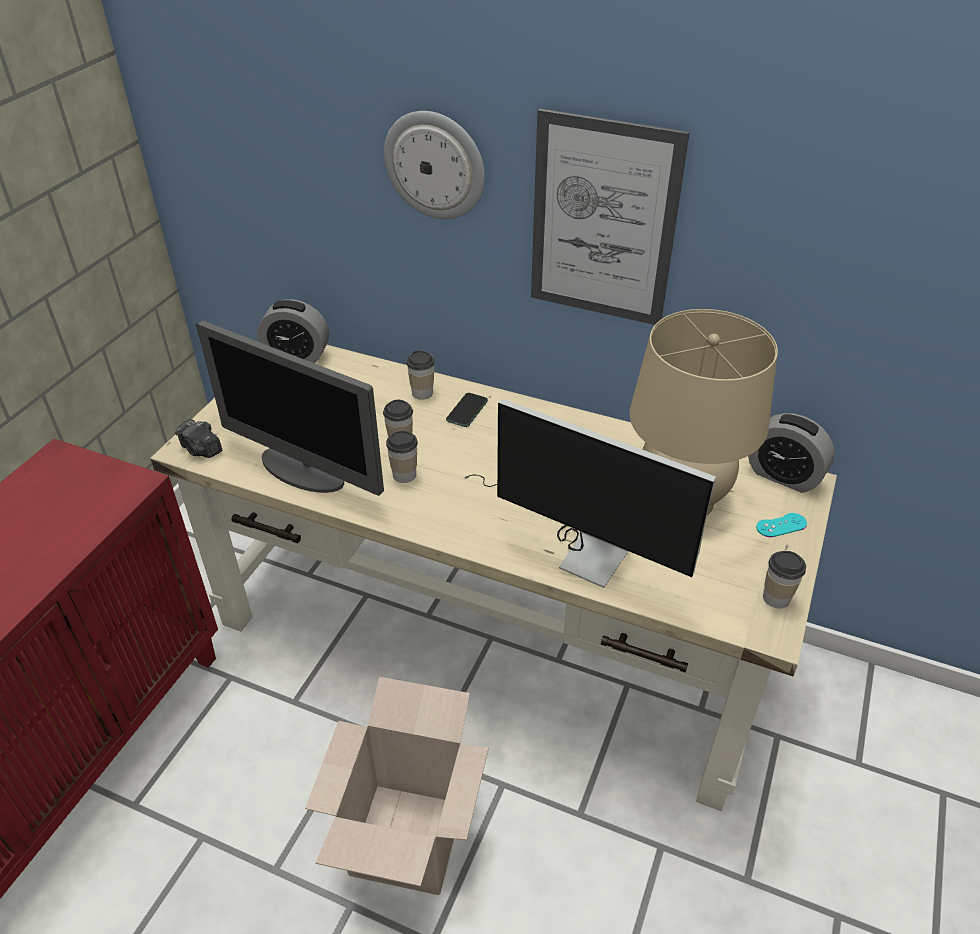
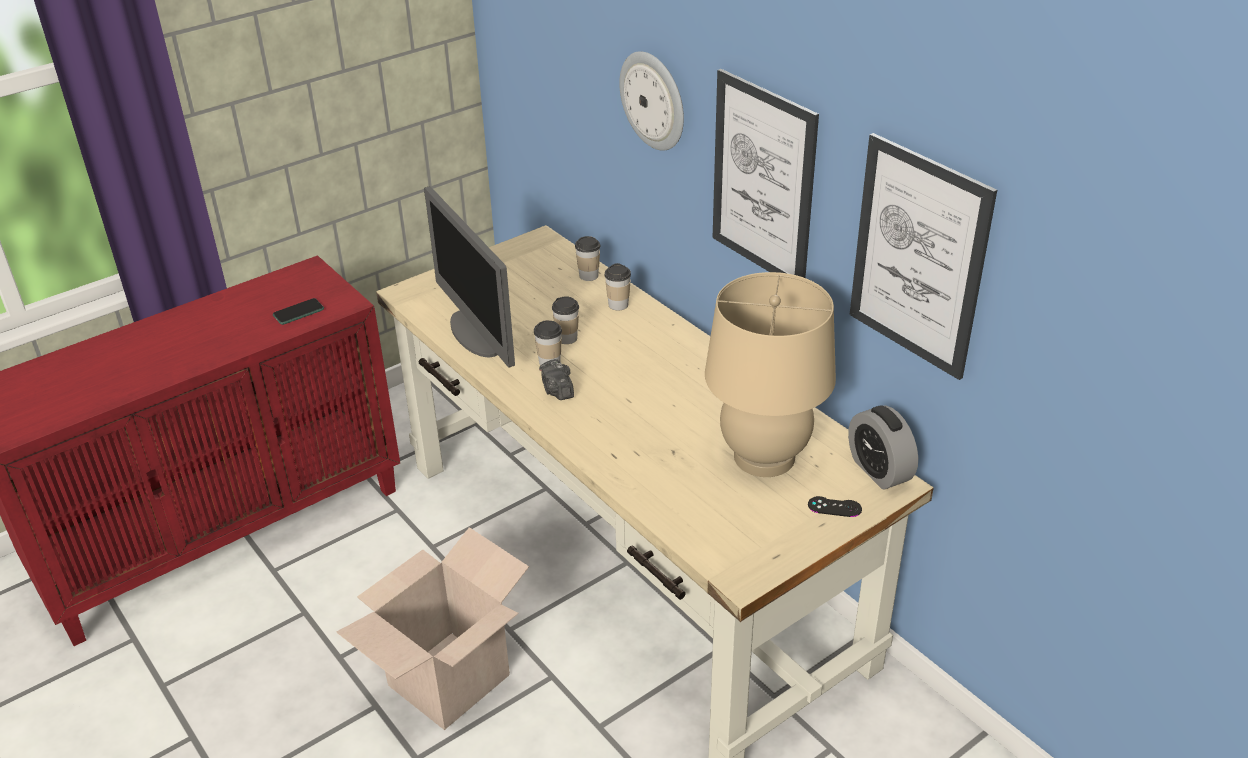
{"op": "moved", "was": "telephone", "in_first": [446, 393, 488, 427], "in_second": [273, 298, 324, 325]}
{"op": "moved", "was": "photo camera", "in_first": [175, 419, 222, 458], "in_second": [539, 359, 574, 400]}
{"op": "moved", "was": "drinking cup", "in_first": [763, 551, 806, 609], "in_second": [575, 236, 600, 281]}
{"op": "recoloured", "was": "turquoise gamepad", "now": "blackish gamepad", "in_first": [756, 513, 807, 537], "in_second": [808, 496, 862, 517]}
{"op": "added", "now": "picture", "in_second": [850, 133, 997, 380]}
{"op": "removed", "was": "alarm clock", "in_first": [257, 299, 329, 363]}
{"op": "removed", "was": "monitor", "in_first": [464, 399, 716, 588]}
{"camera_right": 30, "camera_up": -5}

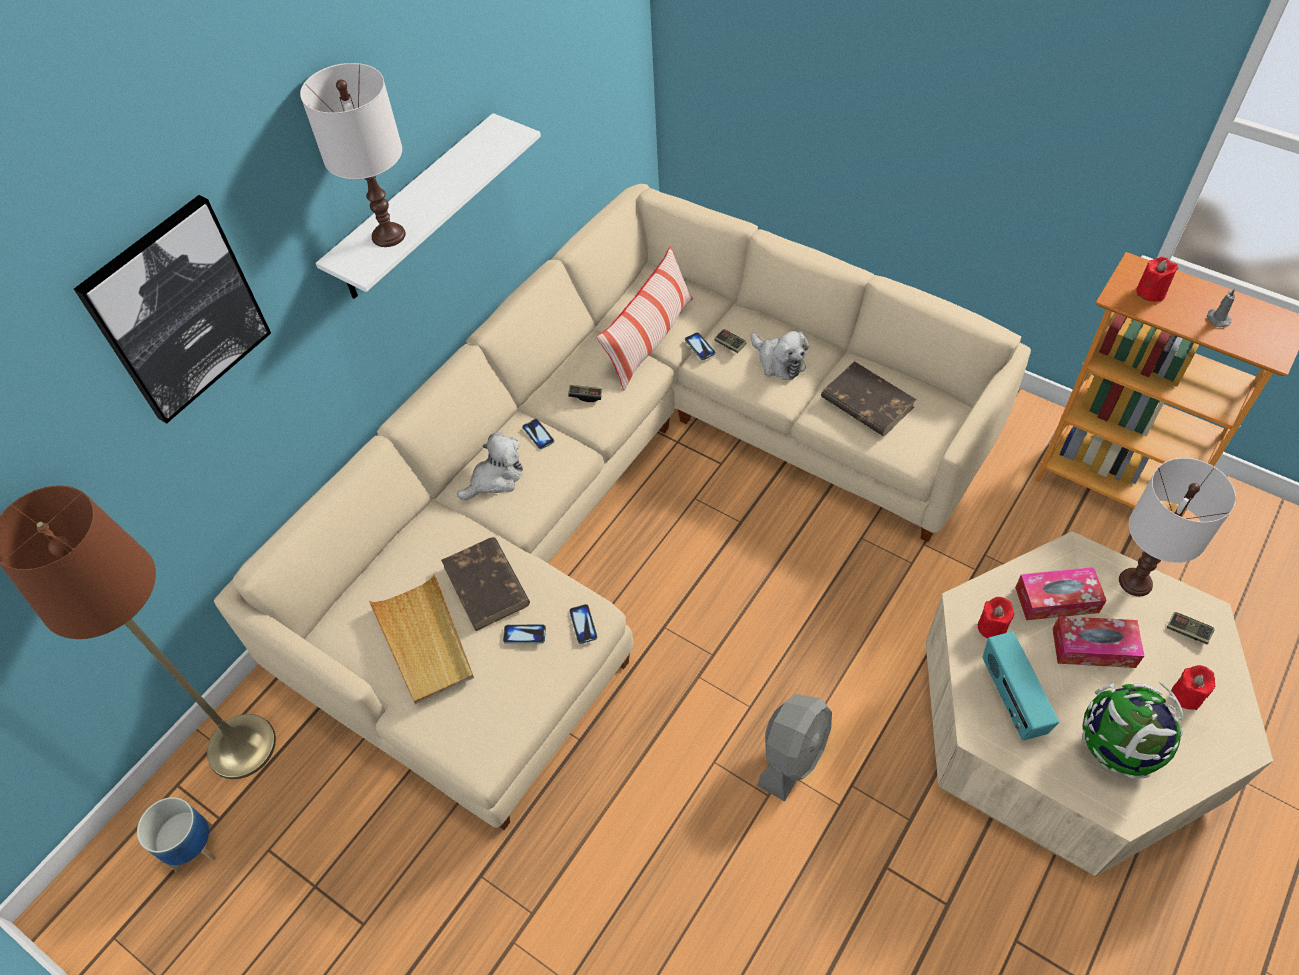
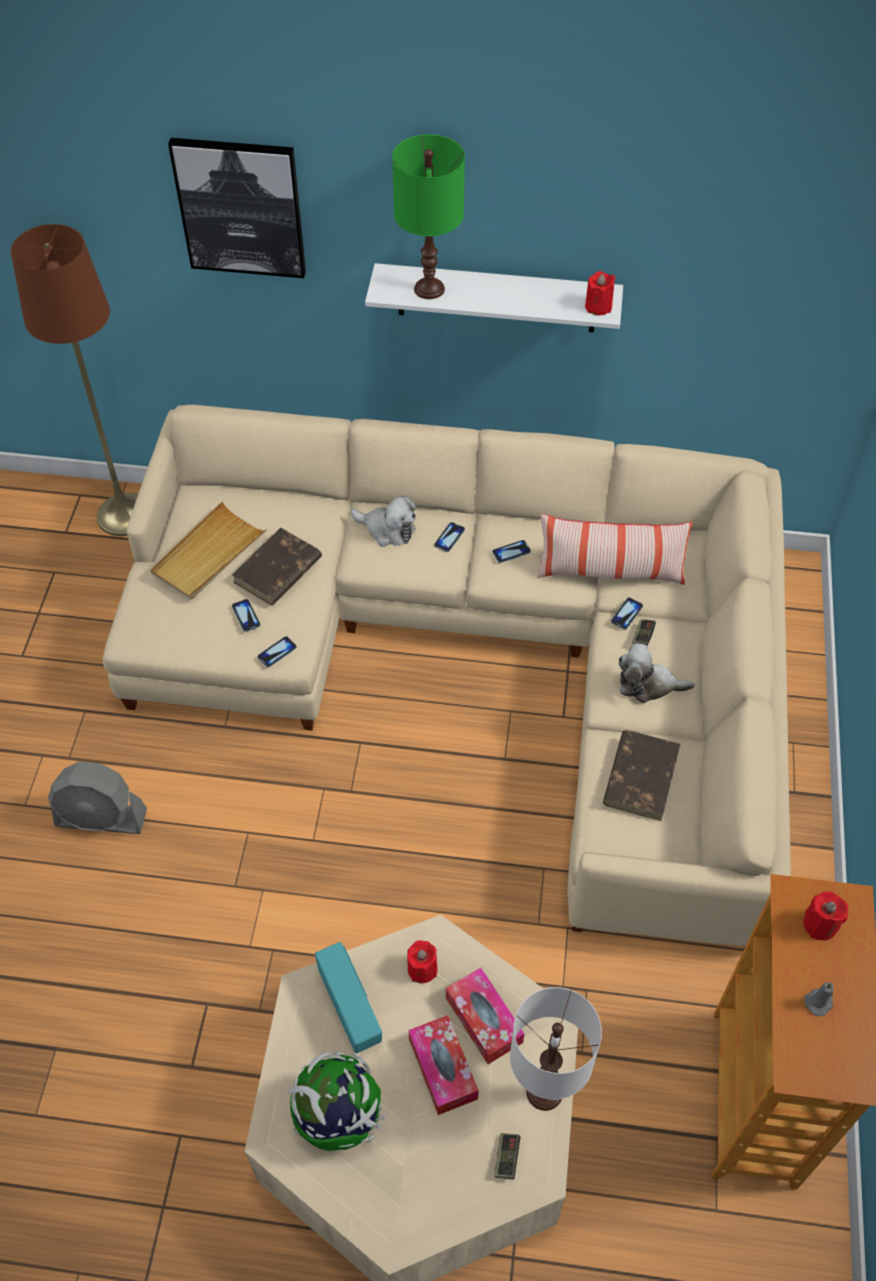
{"op": "moved", "was": "greyish cooling fan", "in_first": [757, 694, 832, 801], "in_second": [48, 761, 147, 834]}
{"op": "turned", "was": "radio", "in_first": [983, 632, 1059, 740], "in_second": [315, 942, 382, 1053], "clockwise": 105}
{"op": "recoloured", "was": "whitish tabletop lamp", "now": "green tabletop lamp", "in_first": [300, 63, 406, 247], "in_second": [392, 134, 465, 299]}
{"op": "replaced", "was": "gamepad", "now": "telephone", "in_first": [568, 385, 602, 402], "in_second": [493, 540, 531, 563]}
{"op": "moved", "was": "red candle", "in_first": [1171, 665, 1215, 710], "in_second": [585, 271, 615, 315]}
{"op": "turned", "was": "cuddly toy", "in_first": [750, 331, 809, 380], "in_second": [618, 644, 695, 703], "clockwise": 75}
{"op": "removed", "was": "planter", "in_first": [137, 797, 217, 873]}
{"camera_right": 60, "camera_up": 0}

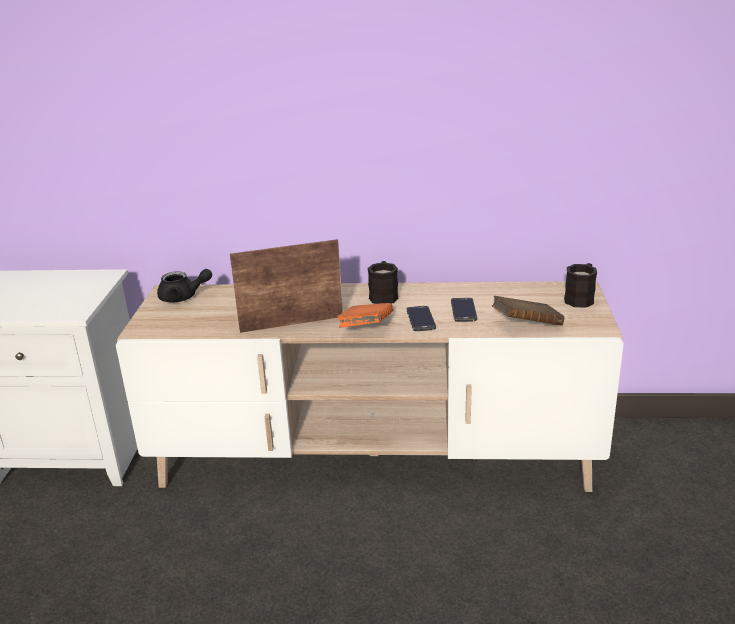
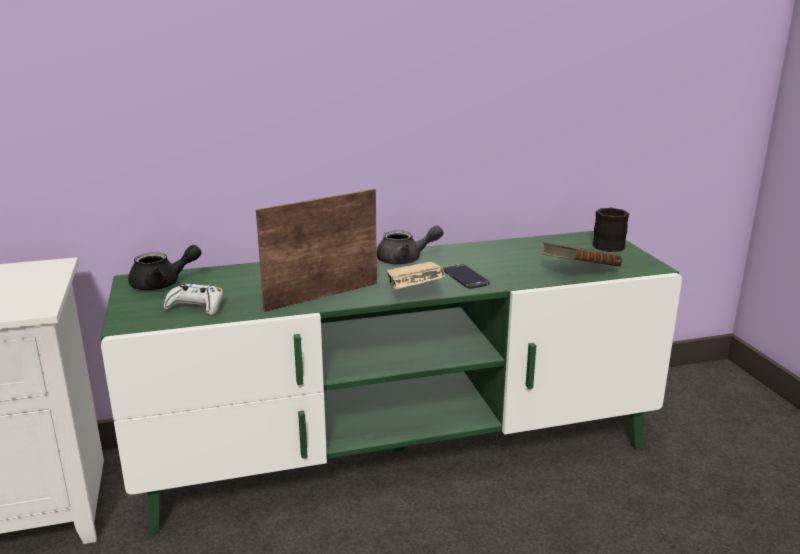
{"op": "recoloured", "was": "sand-coloured tv stand", "now": "green tv stand", "in_first": [116, 281, 624, 492], "in_second": [101, 231, 682, 534]}
{"op": "added", "now": "whitish gamepad", "in_second": [164, 284, 223, 316]}
{"op": "replaced", "was": "blackish coffee mug", "now": "greyish tea pot", "in_first": [368, 261, 398, 304], "in_second": [377, 225, 443, 265]}
{"op": "recoloured", "was": "orange-coloured bound book", "now": "sand-coloured bound book", "in_first": [337, 303, 393, 328], "in_second": [386, 262, 445, 290]}
{"op": "removed", "was": "telephone", "in_first": [451, 298, 477, 322]}
{"camera_right": -20, "camera_up": -5}

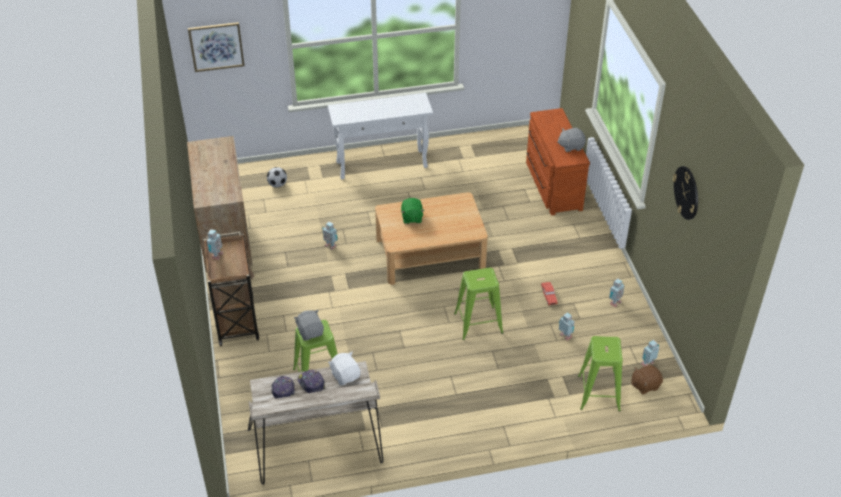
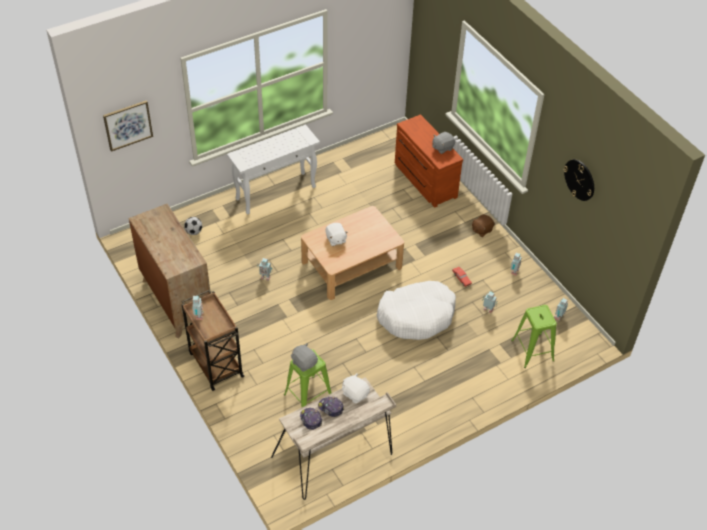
{"op": "recoloured", "was": "green cuddly toy", "now": "whitish cuddly toy", "in_first": [401, 198, 424, 224], "in_second": [325, 223, 348, 246]}
{"op": "replaced", "was": "green sitting stool", "now": "whitish dog cushion", "in_first": [454, 267, 503, 340], "in_second": [377, 281, 456, 340]}
{"op": "moved", "was": "brownish cuddly toy", "in_first": [631, 365, 663, 395], "in_second": [472, 214, 495, 237]}
{"camera_right": -20, "camera_up": 5}

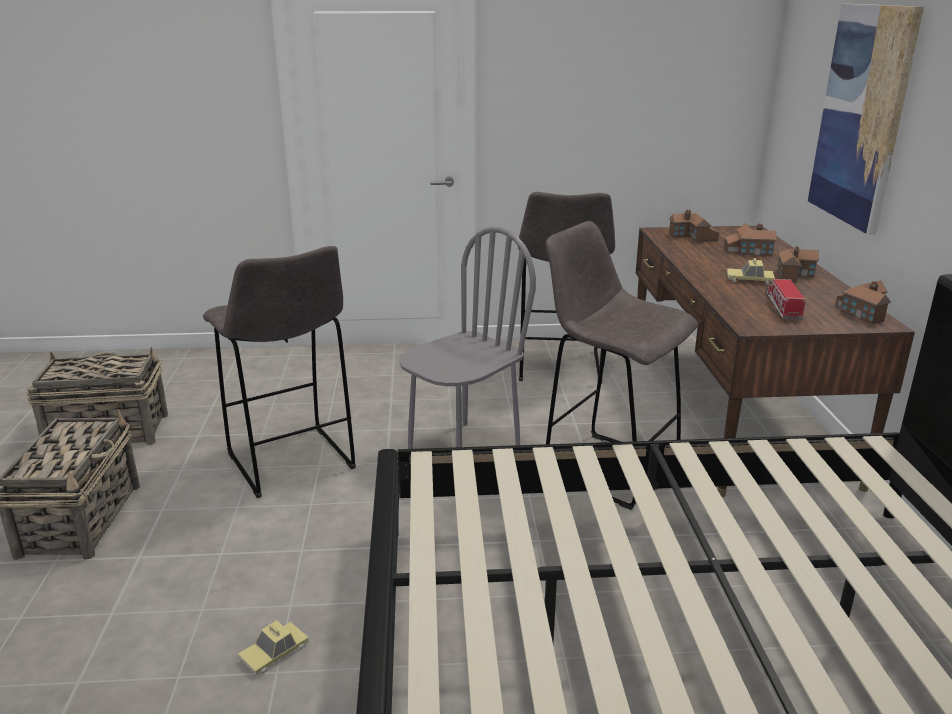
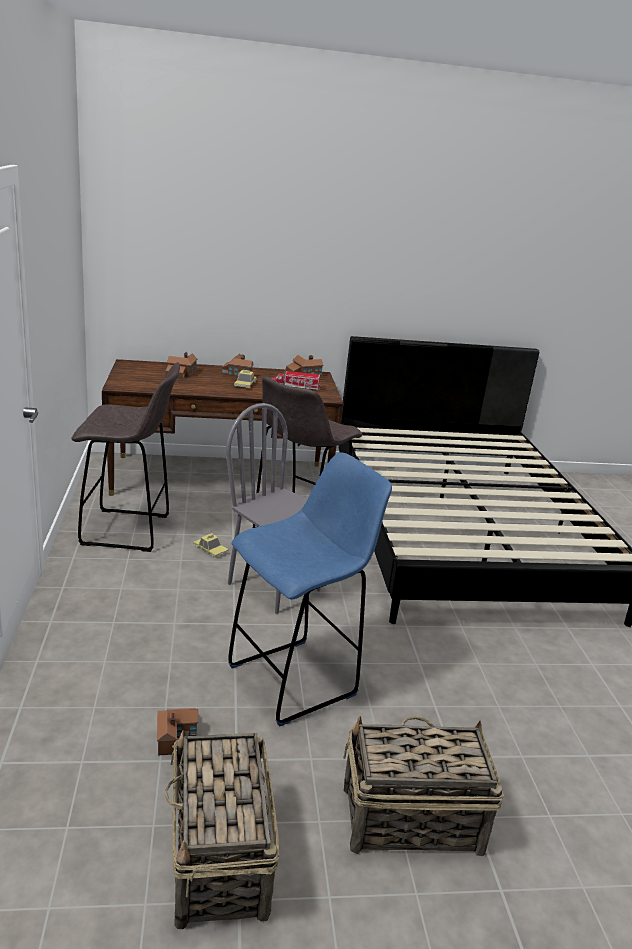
{"op": "moved", "was": "miniature house", "in_first": [669, 210, 719, 242], "in_second": [157, 708, 198, 756]}
{"op": "moved", "was": "model car", "in_first": [238, 620, 309, 675], "in_second": [193, 533, 229, 558]}
{"op": "recoloured", "was": "greyish sitting stool", "now": "blue sitting stool", "in_first": [203, 246, 356, 498], "in_second": [228, 452, 392, 727]}
{"op": "removed", "was": "picture", "in_first": [808, 4, 924, 235]}
{"camera_right": -95, "camera_up": 0}

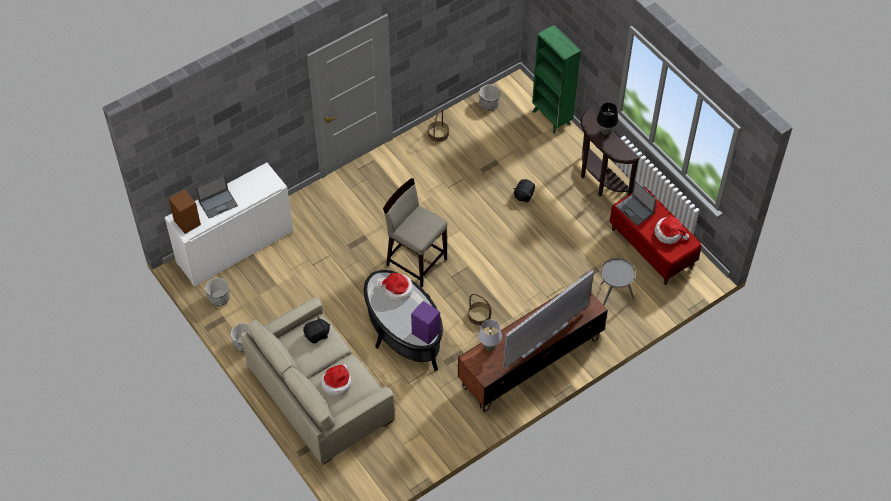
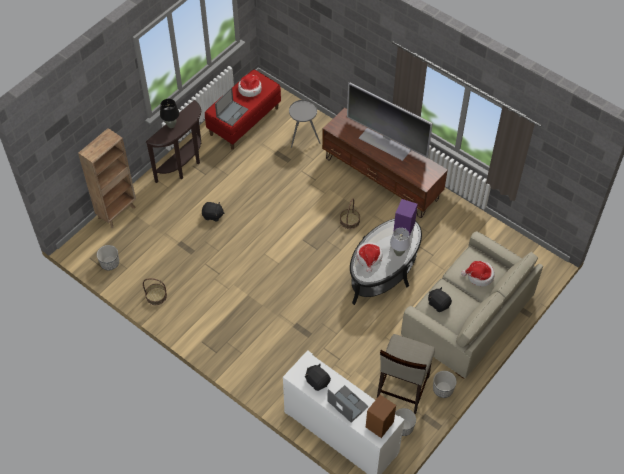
{"op": "recoloured", "was": "green bookshelf", "now": "brownish bookshelf", "in_first": [532, 25, 581, 133], "in_second": [78, 128, 136, 228]}
{"op": "added", "now": "blackish cuddly toy", "in_second": [305, 363, 331, 391]}
{"op": "moved", "was": "sand-coloured sitting stool", "in_first": [383, 178, 447, 287], "in_second": [377, 334, 435, 414]}
{"op": "moved", "was": "greyish tabletop lamp", "in_first": [479, 319, 502, 351], "in_second": [390, 228, 410, 256]}
{"camera_right": -105, "camera_up": 0}

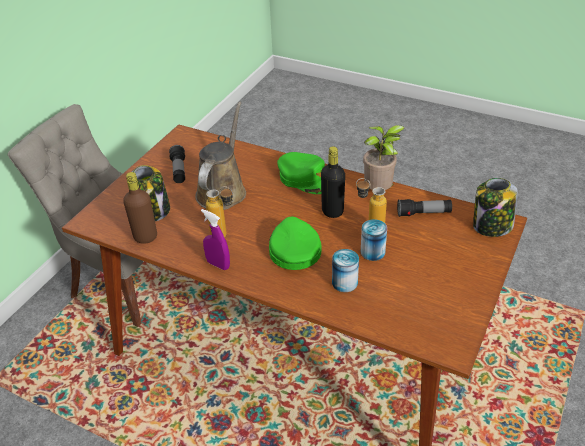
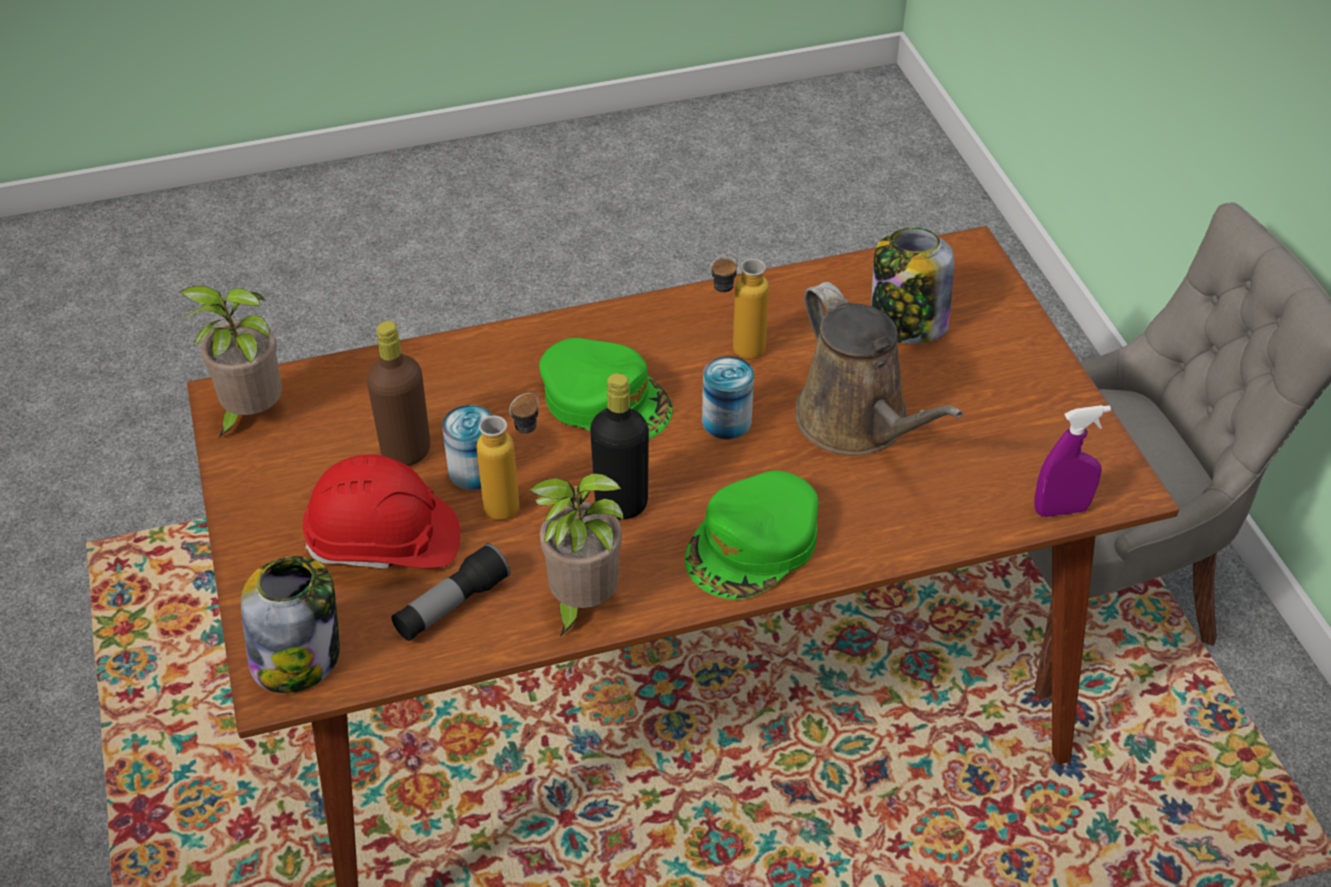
{"op": "added", "now": "plant in a pot", "in_second": [180, 286, 282, 439]}
{"op": "added", "now": "red safety helmet", "in_second": [302, 454, 460, 569]}
{"op": "moved", "was": "brownish drink bottle", "in_first": [123, 172, 157, 244], "in_second": [367, 321, 430, 466]}
{"op": "turned", "was": "green cap", "in_first": [277, 152, 325, 194], "in_second": [684, 470, 818, 600], "clockwise": -45}
{"op": "moved", "was": "sealed can", "in_first": [332, 249, 359, 292], "in_second": [702, 356, 754, 440]}
{"op": "moved", "was": "purplish hand sprayer", "in_first": [201, 209, 230, 270], "in_second": [1034, 405, 1111, 517]}
{"op": "removed", "was": "hand torch", "in_first": [169, 145, 185, 183]}
{"camera_right": 135, "camera_up": 5}

